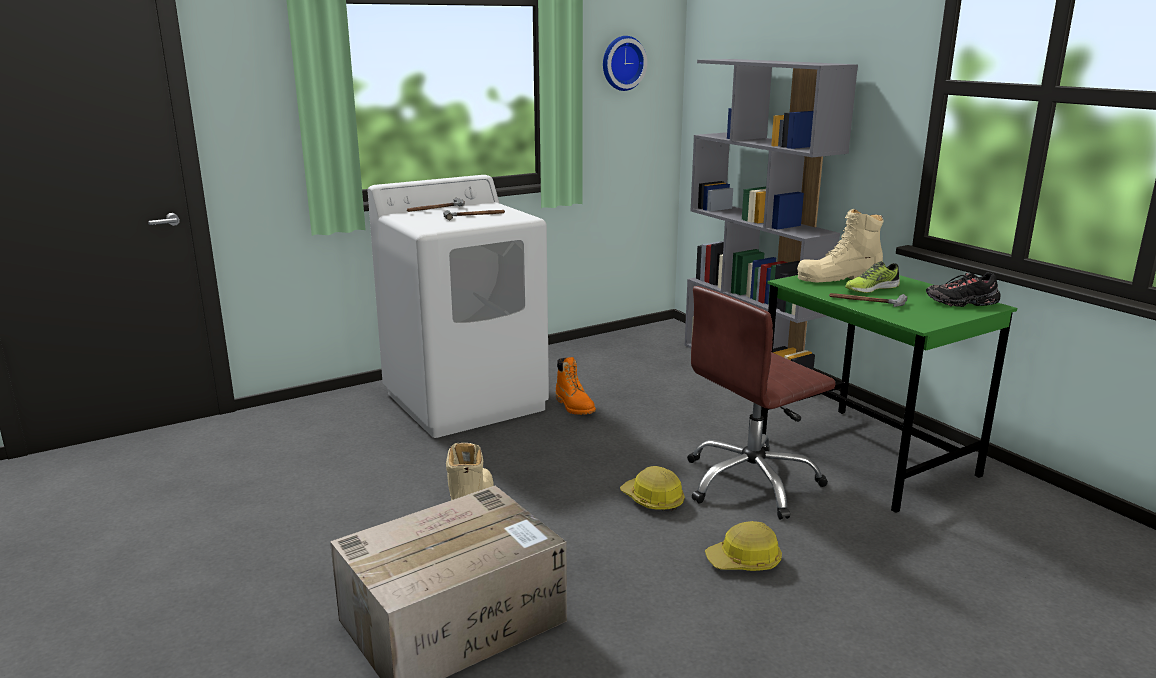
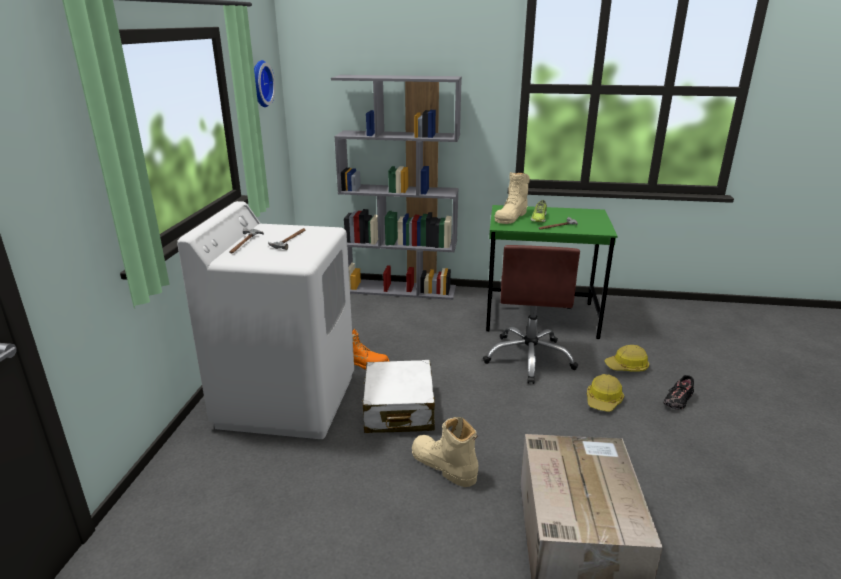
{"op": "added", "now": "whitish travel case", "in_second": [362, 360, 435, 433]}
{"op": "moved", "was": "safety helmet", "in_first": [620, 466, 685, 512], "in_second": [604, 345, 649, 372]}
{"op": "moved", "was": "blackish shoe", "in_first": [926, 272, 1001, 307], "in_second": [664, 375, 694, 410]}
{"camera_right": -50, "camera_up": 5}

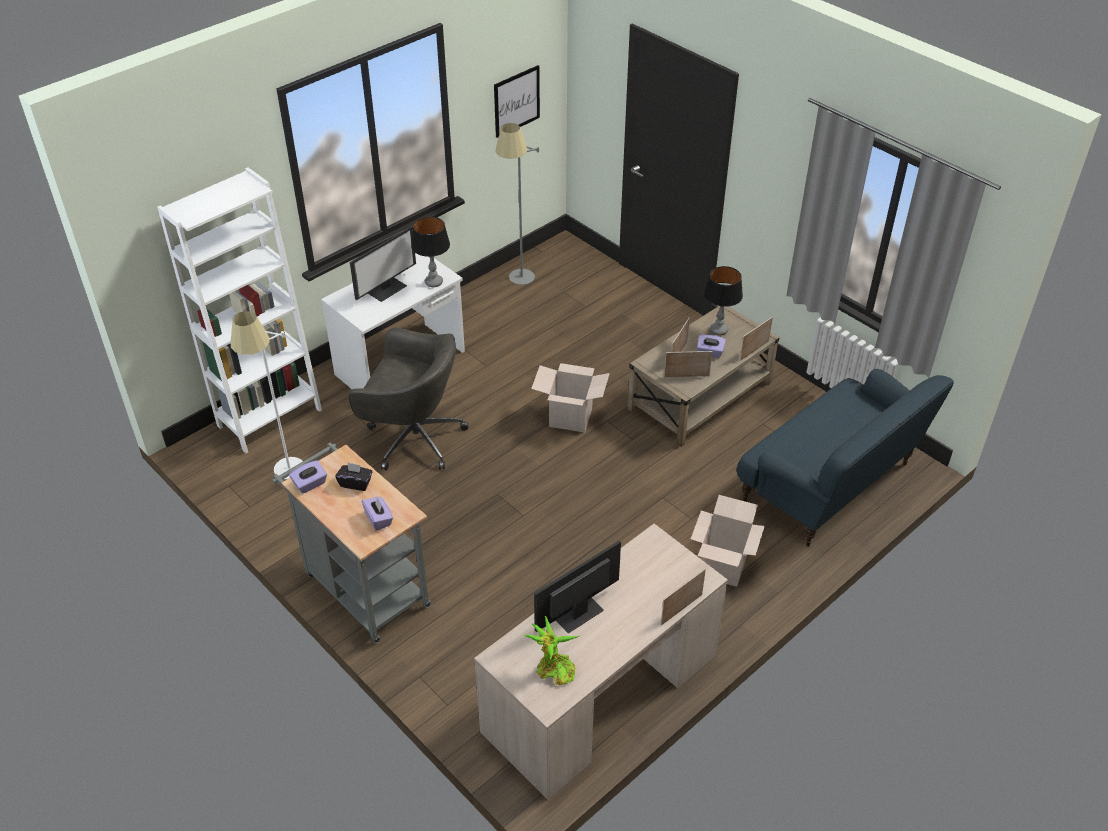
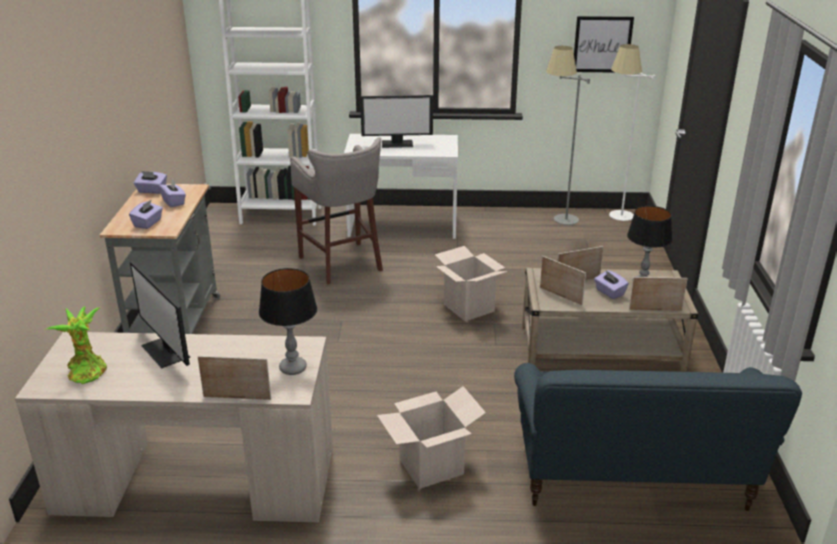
{"op": "turned", "was": "monitor", "in_first": [534, 541, 621, 634], "in_second": [130, 260, 190, 368], "clockwise": -135}
{"op": "recoloured", "was": "blackish box of tissues", "now": "purplish box of tissues", "in_first": [335, 463, 372, 491], "in_second": [159, 178, 186, 207]}
{"op": "moved", "was": "tabletop lamp", "in_first": [411, 217, 450, 287], "in_second": [259, 268, 317, 375]}
{"op": "replaced", "was": "greyish computer chair", "now": "greyish sitting stool", "in_first": [348, 328, 468, 470], "in_second": [290, 137, 383, 284]}
{"op": "moved", "was": "whitish standing lamp", "in_first": [231, 311, 303, 480], "in_second": [609, 44, 656, 221]}
{"camera_right": 45, "camera_up": -15}

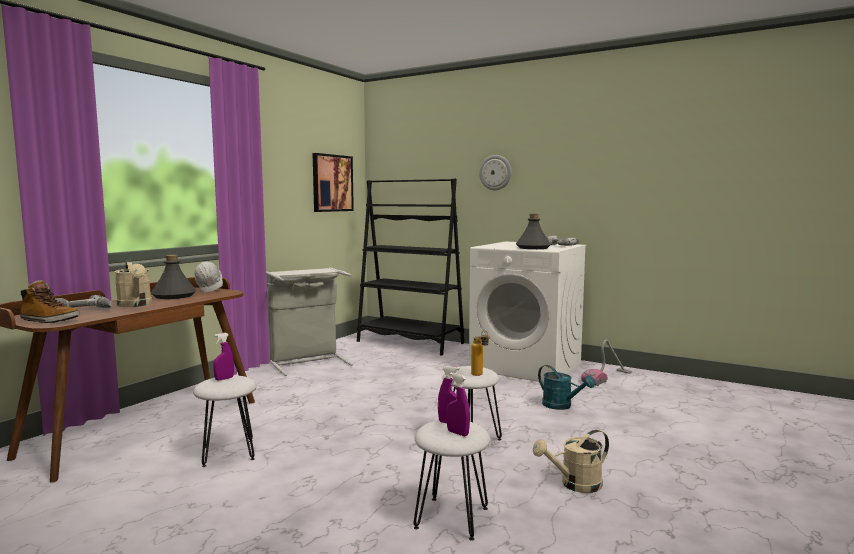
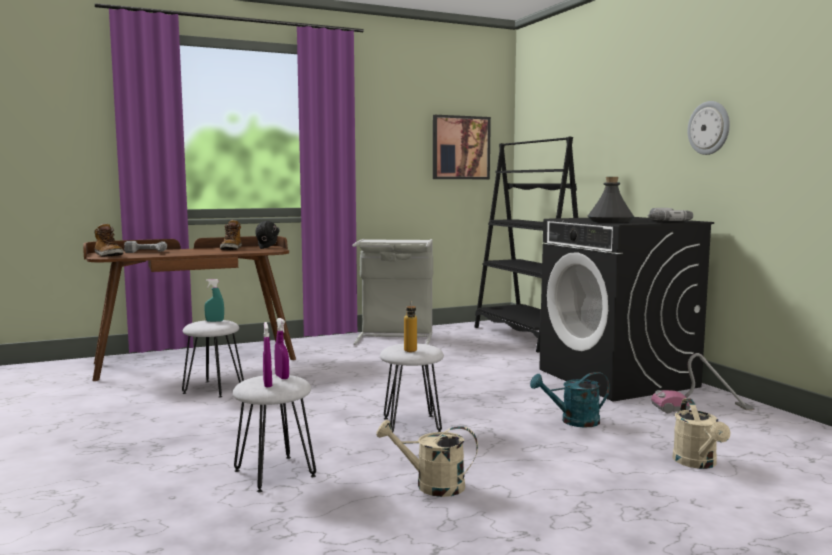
{"op": "recoloured", "was": "purplish hand sprayer", "now": "turquoise hand sprayer", "in_first": [213, 333, 234, 381], "in_second": [204, 279, 224, 322]}
{"op": "replaced", "was": "greyish drink bottle", "now": "boot", "in_first": [151, 255, 197, 299], "in_second": [220, 220, 242, 250]}
{"op": "recoloured", "was": "whitish safety helmet", "now": "blackish safety helmet", "in_first": [194, 262, 223, 293], "in_second": [255, 221, 280, 249]}
{"op": "turned", "was": "turquoise sprinkling can", "in_first": [538, 365, 595, 410], "in_second": [530, 372, 610, 427], "clockwise": 90}
{"op": "recoloured", "was": "whitish washing machine", "now": "blackish washing machine", "in_first": [469, 242, 586, 383], "in_second": [539, 217, 714, 402]}
{"op": "moved", "was": "sand-coloured sprinkling can", "in_first": [114, 259, 152, 307], "in_second": [672, 398, 730, 469]}
{"op": "moved", "was": "clock on the wall", "in_first": [479, 155, 511, 190], "in_second": [687, 101, 730, 155]}
{"camera_right": 35, "camera_up": 0}

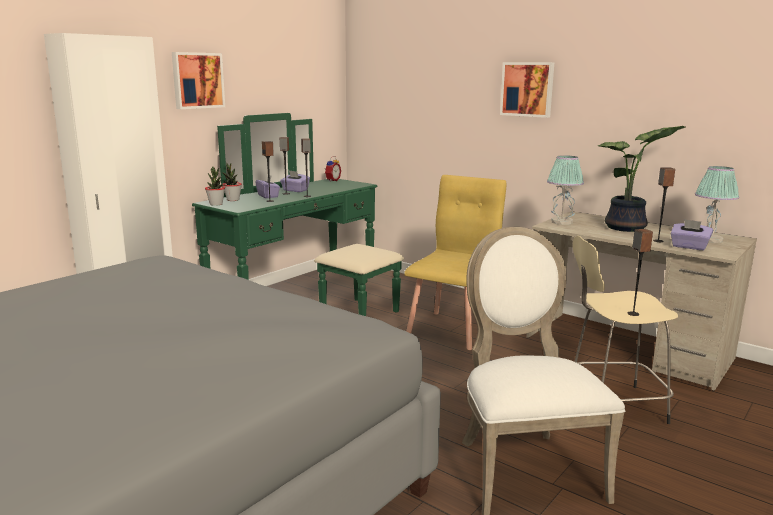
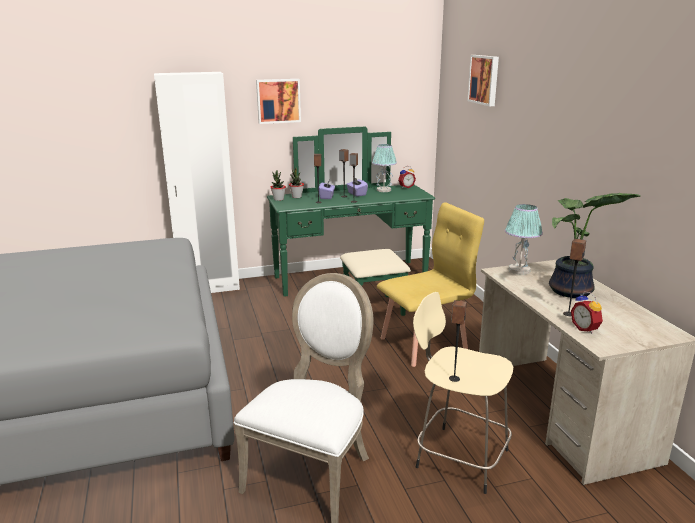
{"op": "moved", "was": "tabletop lamp", "in_first": [695, 166, 739, 243], "in_second": [372, 144, 397, 192]}
{"op": "moved", "was": "picture", "in_first": [500, 62, 555, 118], "in_second": [467, 55, 499, 106]}
{"op": "replaced", "was": "purplish box of tissues", "now": "alarm clock", "in_first": [671, 219, 713, 250], "in_second": [571, 291, 603, 334]}
{"camera_right": 35, "camera_up": 5}

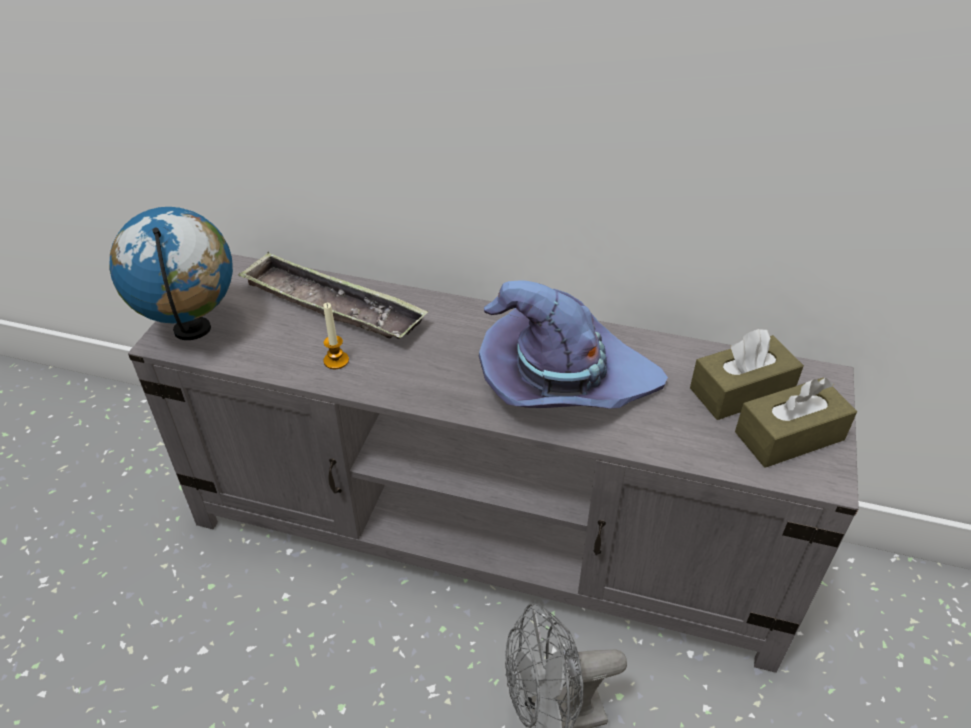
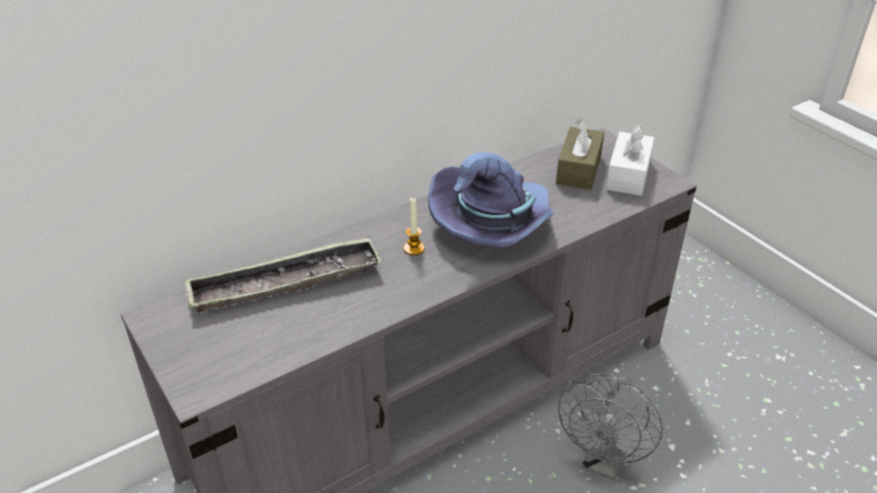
{"op": "moved", "was": "candle", "in_first": [323, 303, 349, 369], "in_second": [404, 197, 425, 255]}
{"op": "recoloured", "was": "brownish box of tissues", "now": "whitish box of tissues", "in_first": [735, 377, 857, 468], "in_second": [606, 124, 654, 196]}
{"op": "removed", "was": "globe", "in_first": [109, 207, 233, 340]}
{"camera_right": -50, "camera_up": -5}

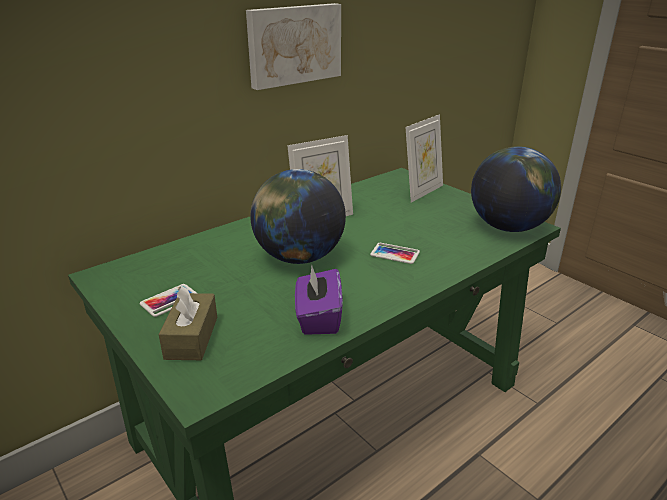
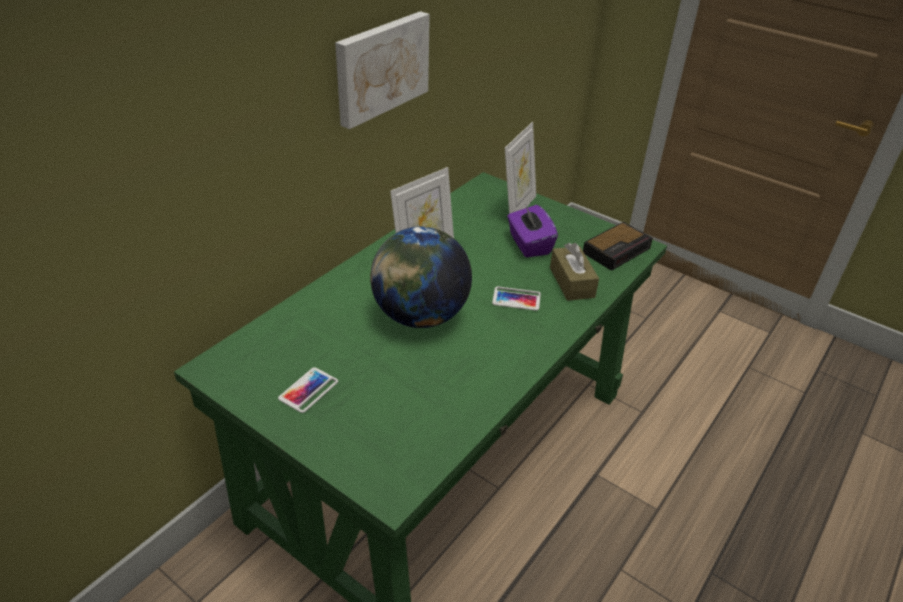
{"op": "moved", "was": "purplish box of tissues", "in_first": [295, 264, 343, 335], "in_second": [507, 204, 558, 258]}
{"op": "moved", "was": "brownish box of tissues", "in_first": [159, 286, 217, 360], "in_second": [550, 243, 599, 301]}
{"op": "replaced", "was": "globe", "now": "alarm clock", "in_first": [471, 146, 561, 232], "in_second": [583, 222, 653, 271]}
{"camera_right": -15, "camera_up": 10}

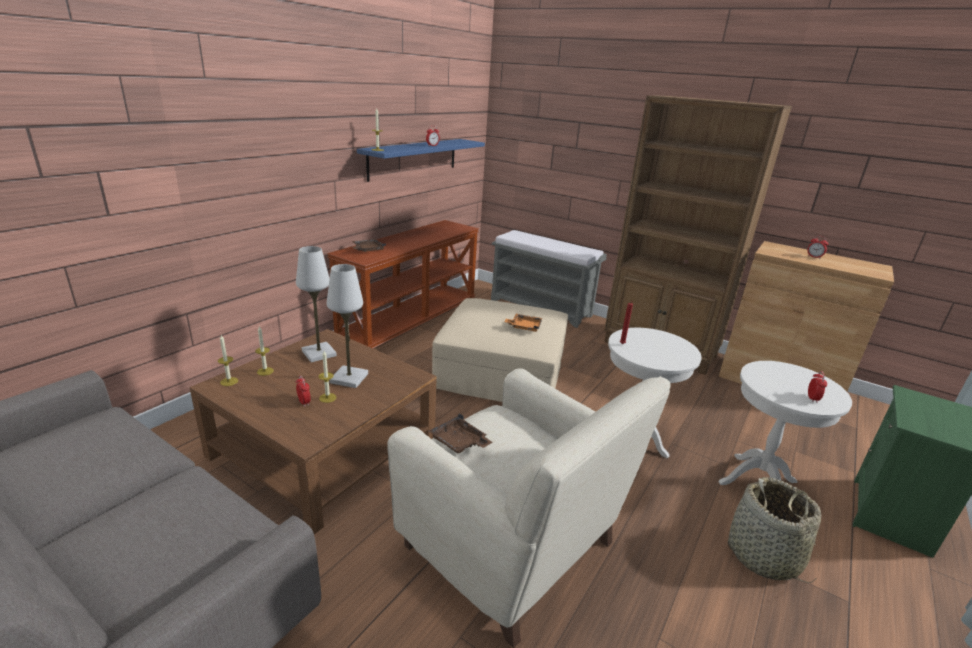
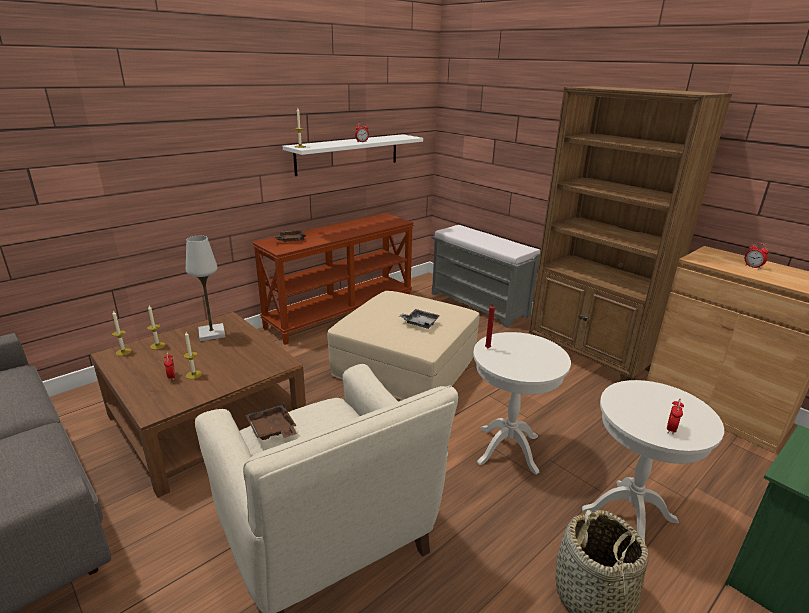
{"op": "recoloured", "was": "blue wall shelf", "now": "whitish wall shelf", "in_first": [357, 139, 485, 182], "in_second": [283, 134, 423, 176]}
{"op": "recoloured", "was": "orange-coloured carrying tray", "now": "greyish carrying tray", "in_first": [504, 314, 542, 332], "in_second": [399, 309, 440, 329]}
{"op": "removed", "was": "whitish tabletop lamp", "in_first": [327, 264, 368, 388]}
{"camera_right": 15, "camera_up": 0}

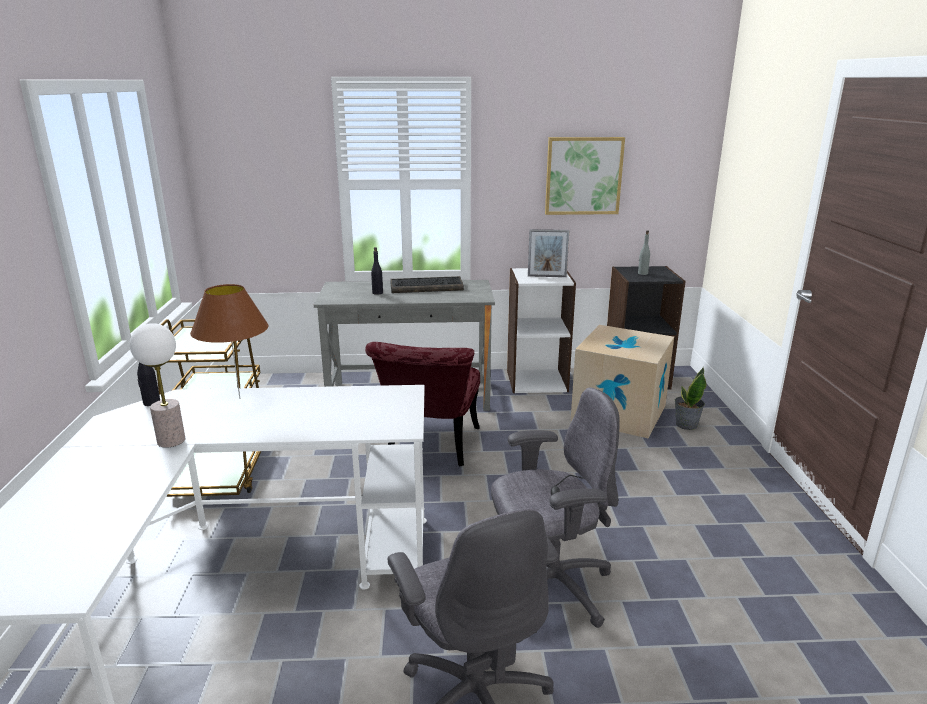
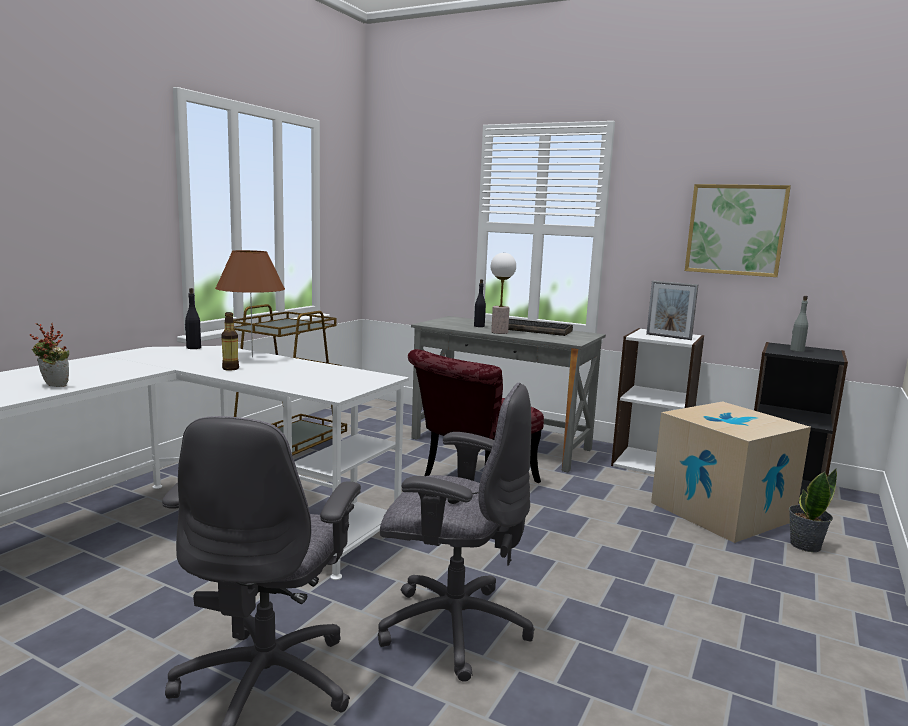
{"op": "added", "now": "plant in a pot", "in_second": [29, 323, 69, 387]}
{"op": "added", "now": "drink bottle", "in_second": [221, 312, 239, 371]}
{"op": "moved", "was": "tabletop lamp", "in_first": [130, 323, 185, 448], "in_second": [491, 253, 516, 334]}
{"camera_right": 30, "camera_up": -10}

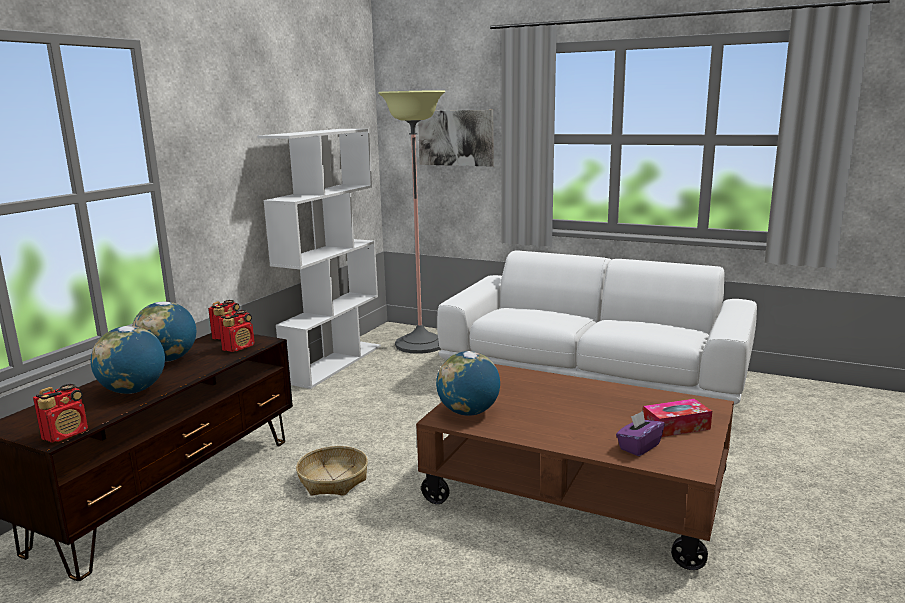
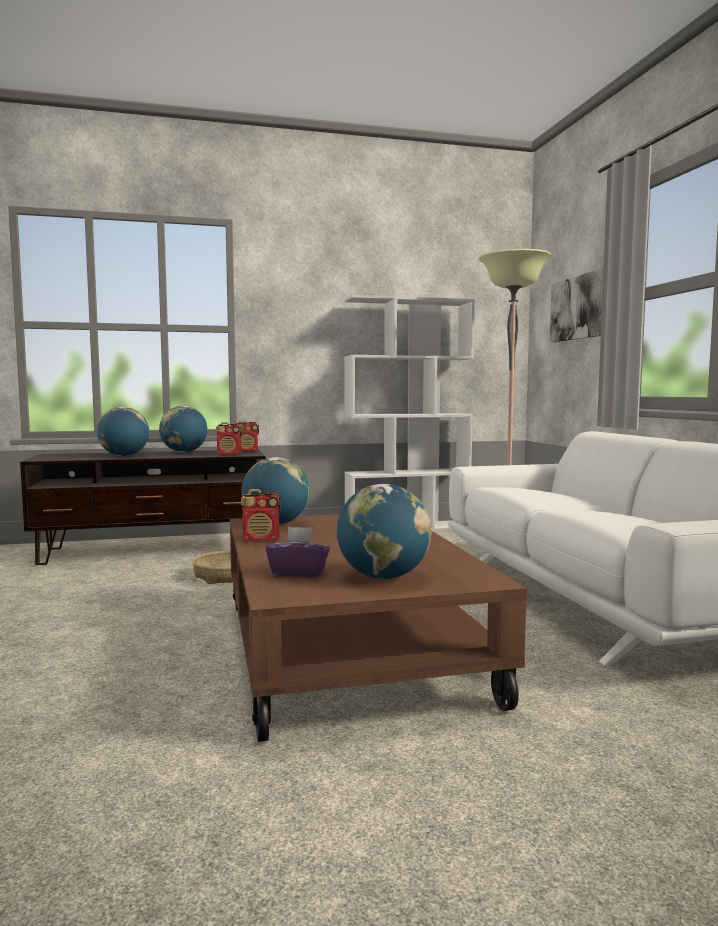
{"op": "moved", "was": "radio", "in_first": [33, 384, 88, 443], "in_second": [241, 489, 281, 541]}
{"op": "replaced", "was": "box of tissues", "now": "globe", "in_first": [643, 399, 712, 437], "in_second": [337, 484, 431, 579]}
{"camera_right": 50, "camera_up": -10}

